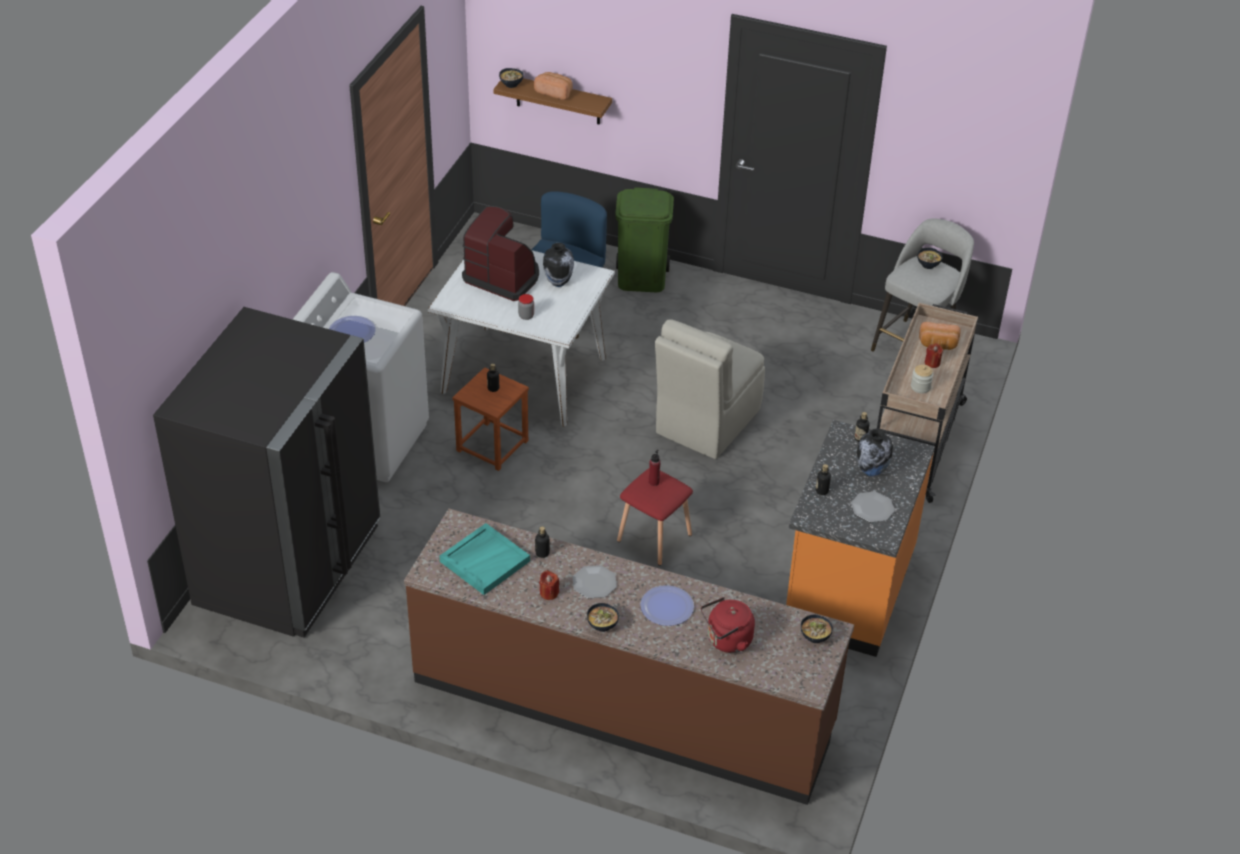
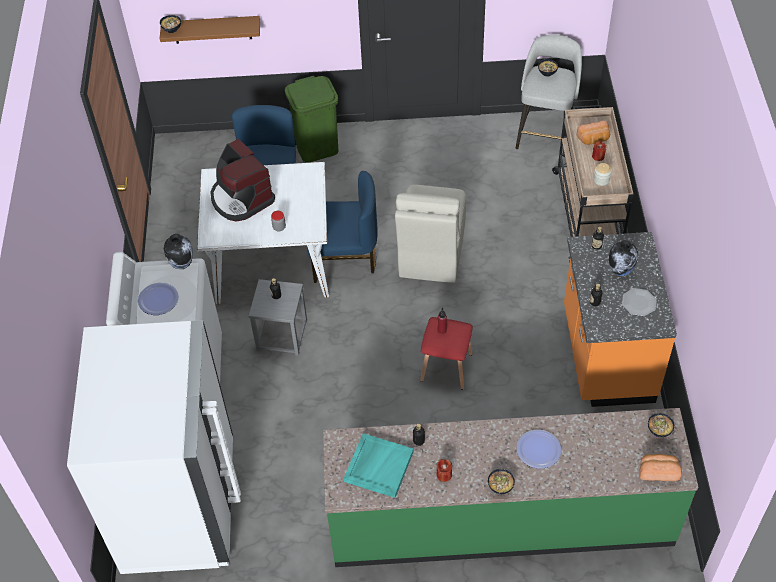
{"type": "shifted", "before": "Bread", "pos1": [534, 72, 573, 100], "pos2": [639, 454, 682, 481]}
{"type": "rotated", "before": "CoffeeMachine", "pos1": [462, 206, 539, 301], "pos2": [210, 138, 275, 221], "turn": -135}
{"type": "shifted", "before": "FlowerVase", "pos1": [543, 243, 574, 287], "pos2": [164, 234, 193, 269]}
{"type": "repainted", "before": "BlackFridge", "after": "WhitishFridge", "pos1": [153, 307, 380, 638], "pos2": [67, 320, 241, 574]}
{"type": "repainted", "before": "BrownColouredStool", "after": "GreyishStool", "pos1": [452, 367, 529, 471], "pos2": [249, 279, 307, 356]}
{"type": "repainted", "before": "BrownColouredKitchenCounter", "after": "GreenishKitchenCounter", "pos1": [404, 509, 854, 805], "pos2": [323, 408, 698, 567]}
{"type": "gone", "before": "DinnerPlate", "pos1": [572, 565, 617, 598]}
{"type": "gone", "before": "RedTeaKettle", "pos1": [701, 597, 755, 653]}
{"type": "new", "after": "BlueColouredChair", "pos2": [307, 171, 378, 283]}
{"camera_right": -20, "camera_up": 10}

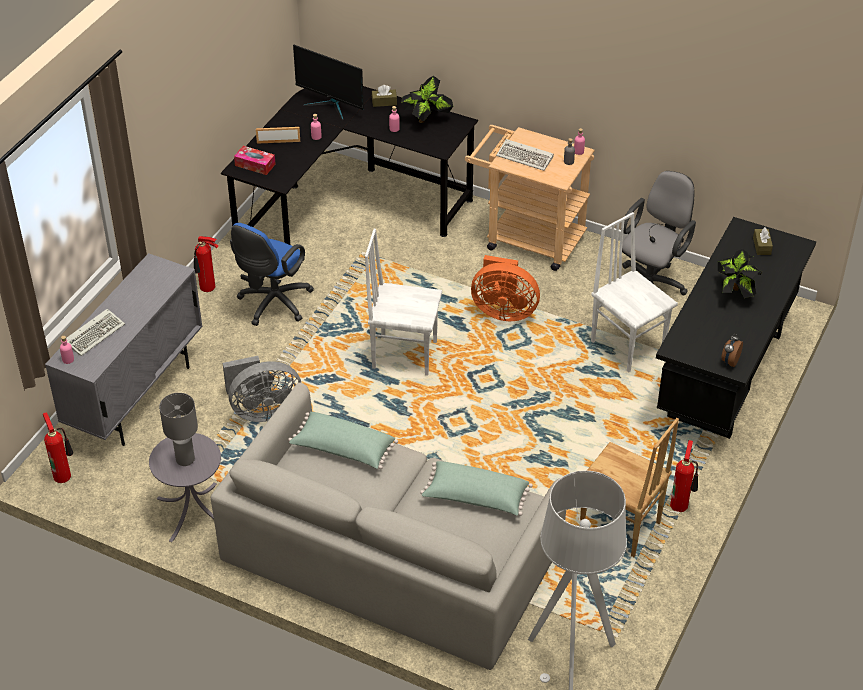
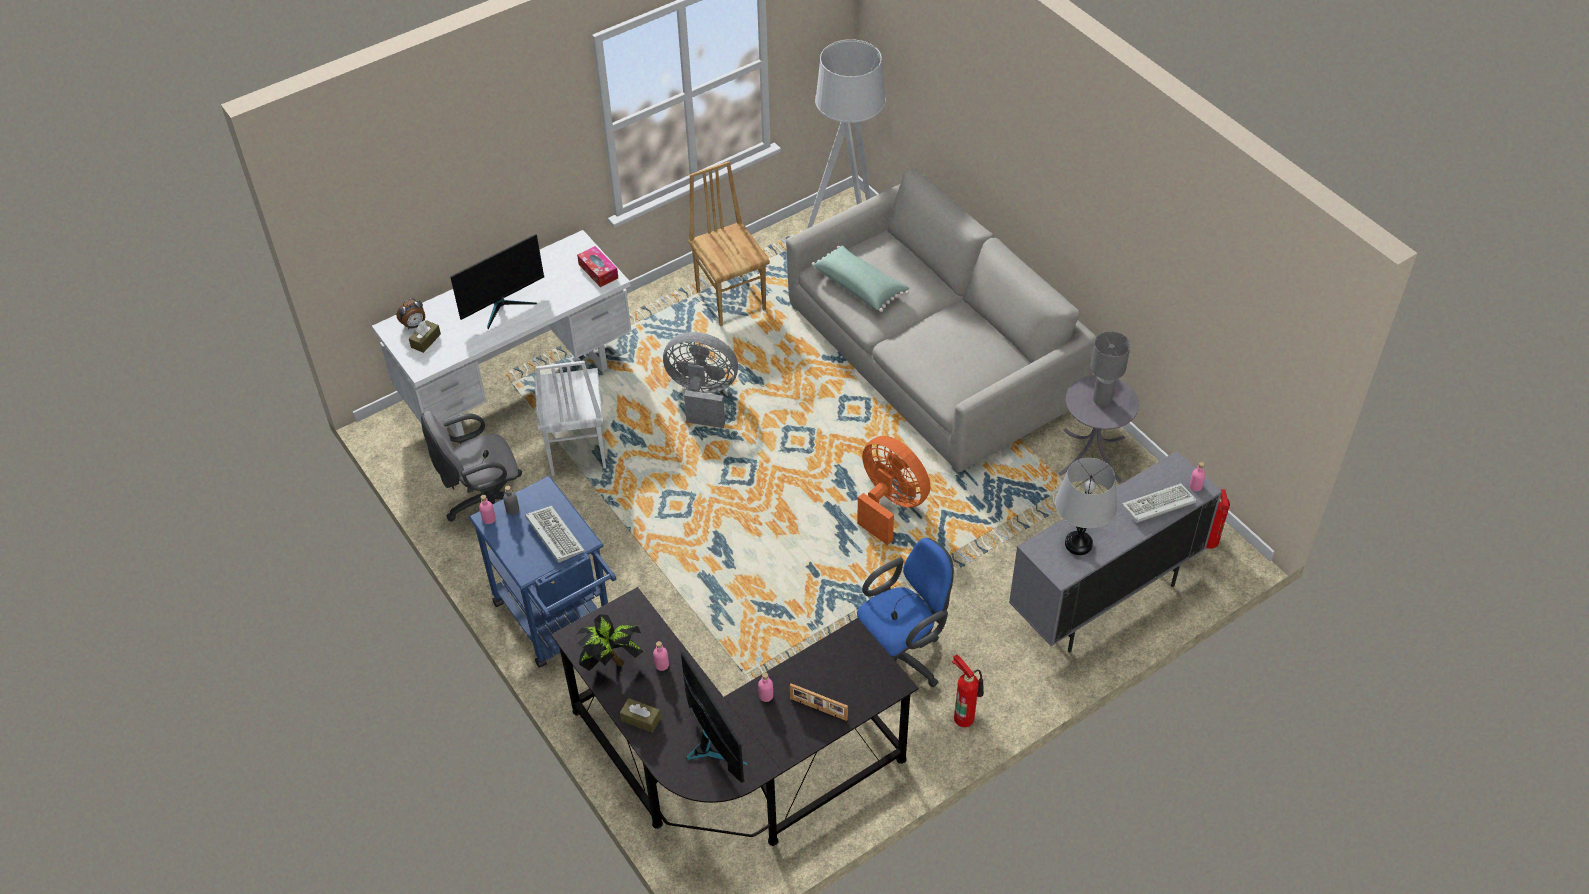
{"type": "repainted", "before": "BeigeColouredWheeledCart", "after": "BlueColouredWheeledCart", "pos1": [465, 125, 595, 271], "pos2": [469, 476, 616, 668]}
{"type": "shifted", "before": "TissueHolder", "pos1": [234, 146, 276, 175], "pos2": [577, 246, 618, 287]}
{"type": "repainted", "before": "BlackDeskTable", "after": "WhitishDeskTable", "pos1": [656, 217, 816, 439], "pos2": [372, 230, 632, 437]}
{"type": "gone", "before": "WhitishChair", "pos1": [365, 229, 442, 376]}
{"type": "swapped", "before": "PottedPlant", "after": "ComputerDisplay", "pos1": [718, 249, 762, 298], "pos2": [450, 234, 544, 329]}
{"type": "shifted", "before": "OrangeColouredCoolingFan", "pos1": [471, 255, 540, 321], "pos2": [857, 436, 930, 545]}
{"type": "shifted", "before": "TableClock", "pos1": [721, 333, 743, 367], "pos2": [396, 299, 425, 329]}
{"type": "shifted", "before": "GreyishCoolingFan", "pos1": [223, 356, 301, 422], "pos2": [663, 332, 738, 428]}
{"type": "gone", "before": "GreenishThrowPillow", "pos1": [288, 412, 398, 469]}
{"type": "gone", "before": "FireFightingCylinder", "pos1": [670, 440, 698, 512]}
{"type": "new", "after": "GreyishLampForATable", "pos2": [1055, 458, 1117, 555]}
{"camera_right": -150, "camera_up": 5}

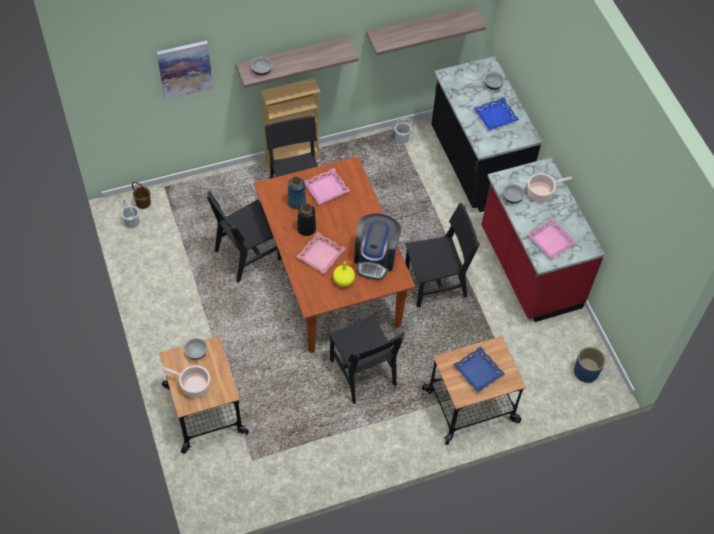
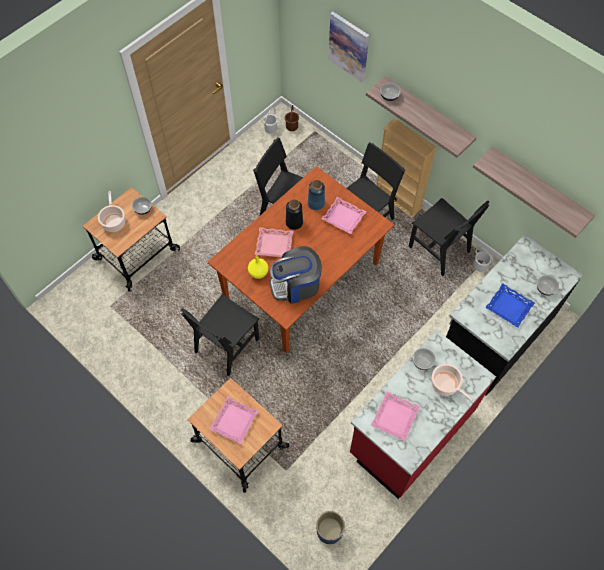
{"type": "shifted", "before": "BlackChair", "pos1": [405, 203, 480, 308], "pos2": [409, 198, 489, 276]}
{"type": "repainted", "before": "BlueColouredCarryingTray", "after": "PinkCarryingTray", "pos1": [453, 346, 505, 393], "pos2": [209, 396, 258, 445]}
{"camera_right": 65, "camera_up": 5}

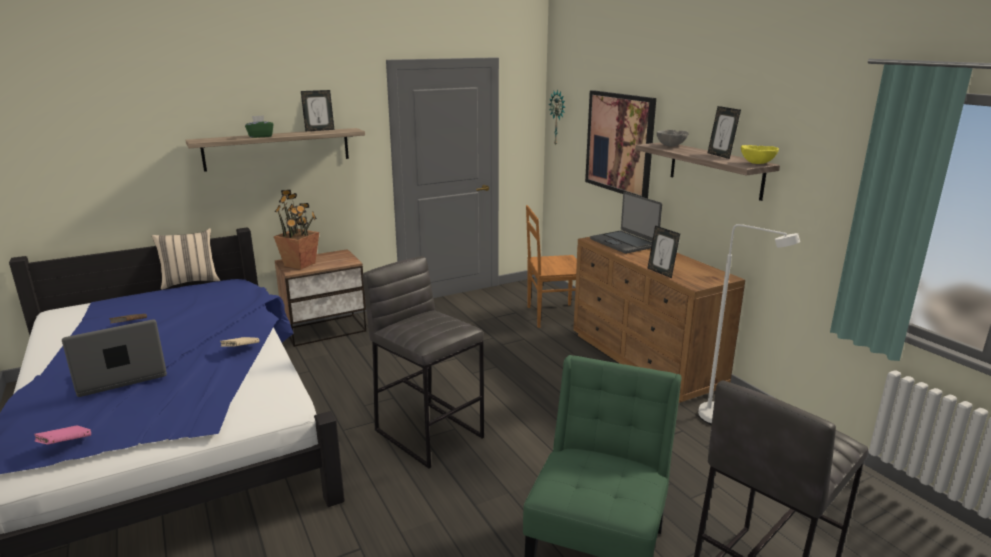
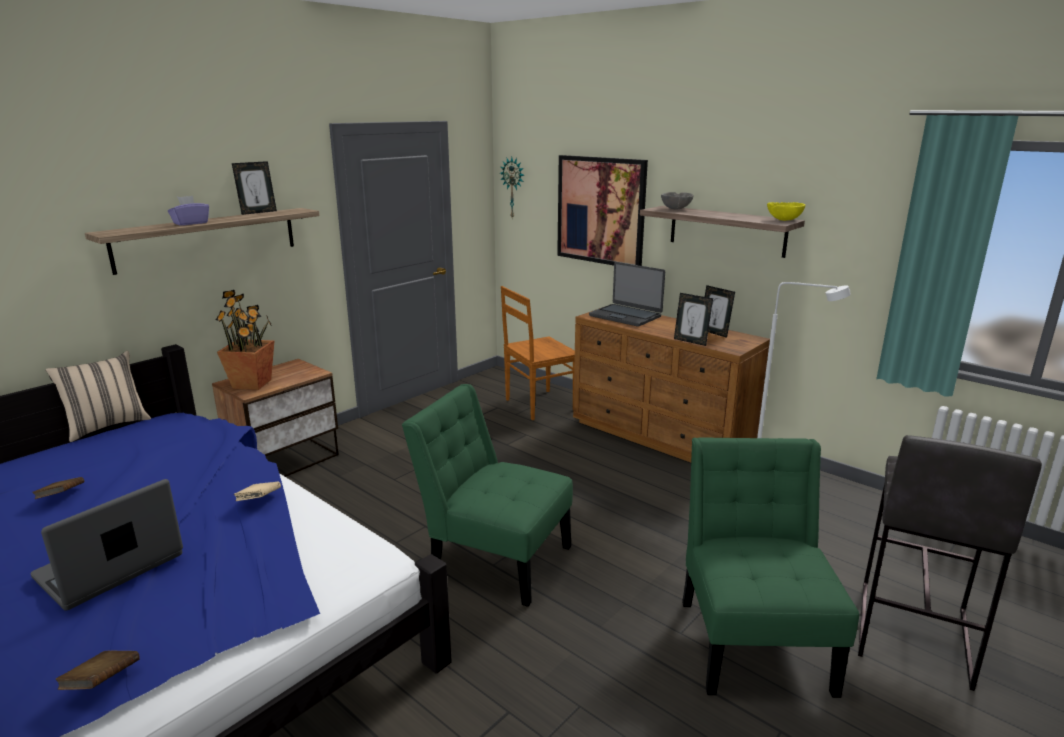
{"type": "shifted", "before": "PictureFrame", "pos1": [708, 106, 741, 159], "pos2": [705, 285, 735, 338]}
{"type": "repainted", "before": "GreenishTissueHolder", "after": "PurplishTissueHolder", "pos1": [245, 115, 273, 138], "pos2": [168, 196, 209, 226]}
{"type": "swapped", "before": "GreyishStool", "after": "GreenishChair", "pos1": [363, 256, 484, 469], "pos2": [402, 384, 573, 607]}
{"type": "repainted", "before": "PinkBoundBook", "after": "BrownColouredBoundBook", "pos1": [34, 426, 91, 444], "pos2": [55, 651, 140, 690]}
{"camera_right": -20, "camera_up": 0}

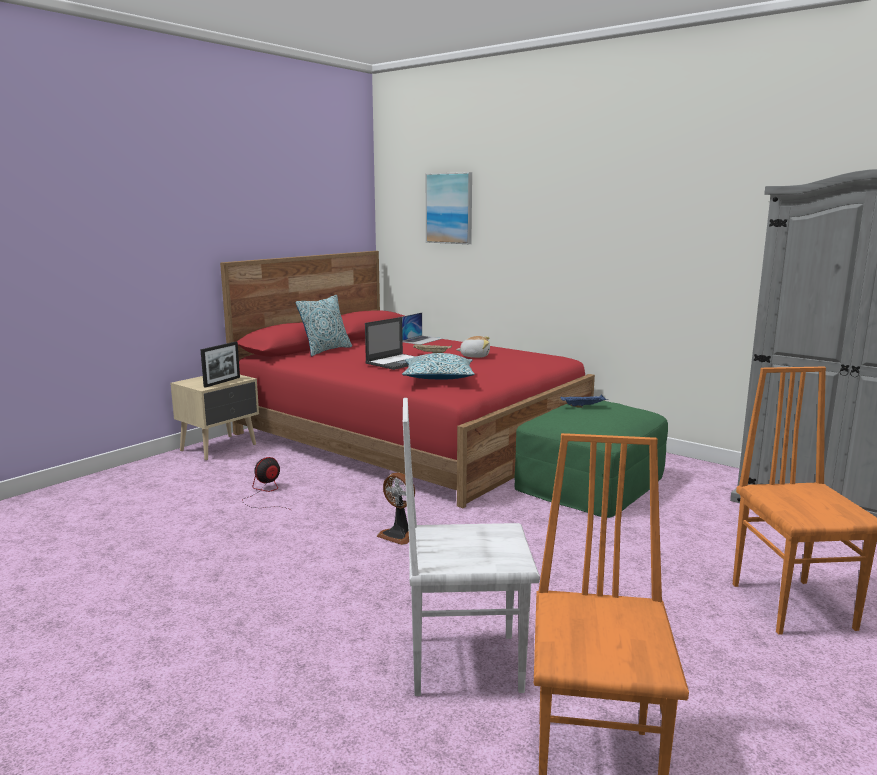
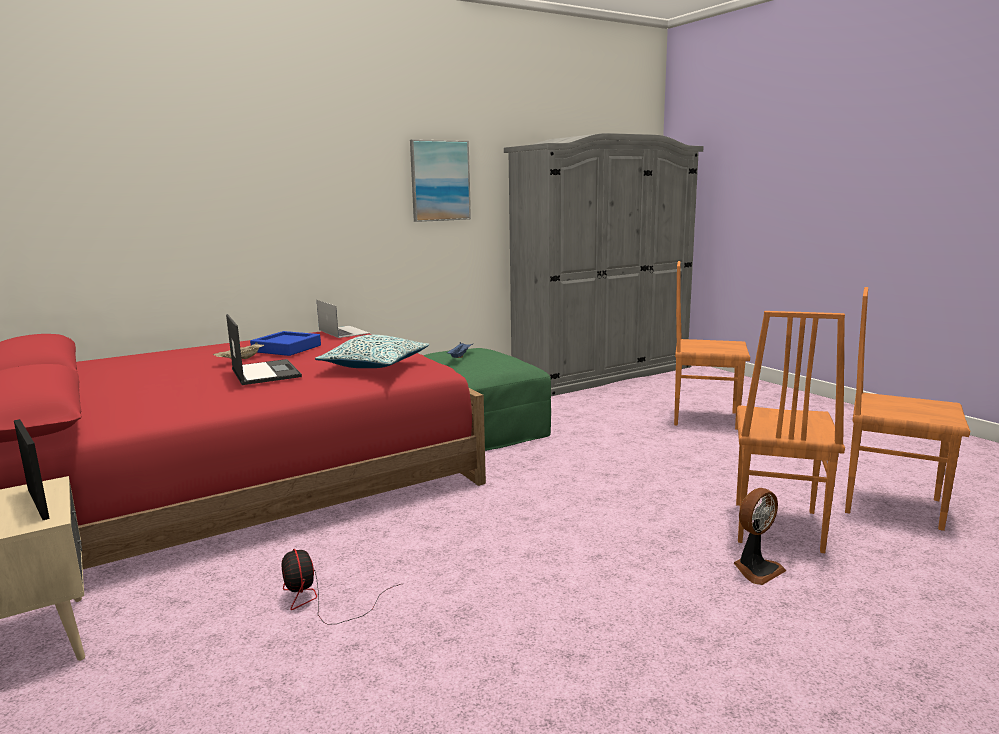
{"type": "shifted", "before": "WallPicture", "pos1": [426, 172, 472, 244], "pos2": [410, 139, 471, 222]}
{"type": "gone", "before": "ThrowPillow", "pos1": [296, 295, 352, 356]}
{"type": "shifted", "before": "NotebookComputer", "pos1": [402, 312, 443, 345], "pos2": [317, 300, 370, 338]}
{"type": "swapped", "before": "SoftToy", "after": "BlueColouredCarryingTray", "pos1": [456, 336, 490, 358], "pos2": [250, 331, 321, 356]}
{"type": "repainted", "before": "WhitishChair", "after": "OrangeColouredChair", "pos1": [403, 398, 540, 696], "pos2": [736, 311, 845, 553]}
{"type": "shifted", "before": "CoolingFan", "pos1": [377, 473, 415, 545], "pos2": [734, 488, 787, 585]}
{"camera_right": -70, "camera_up": 0}

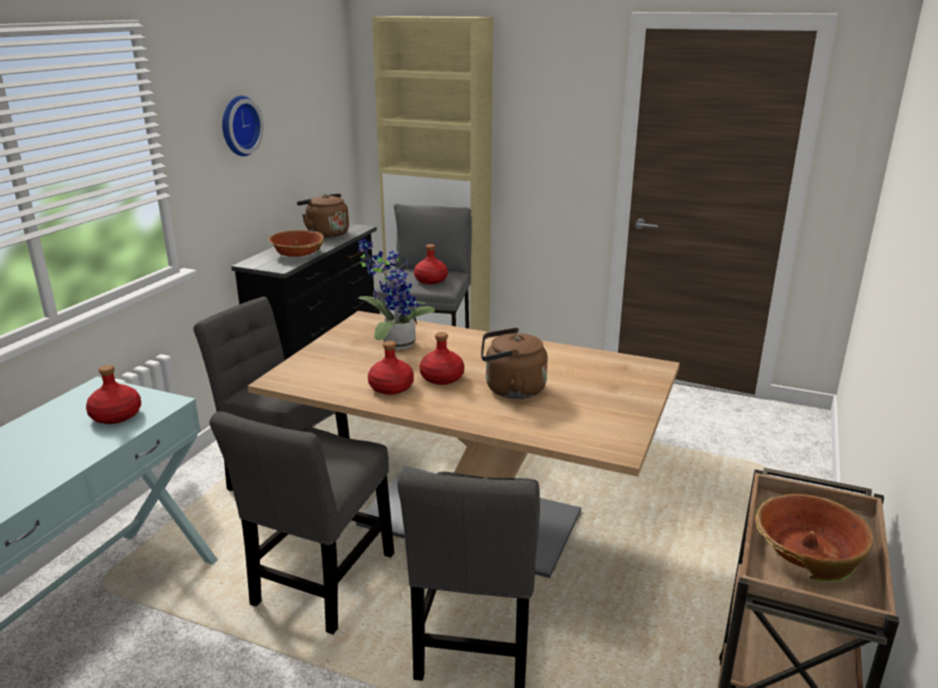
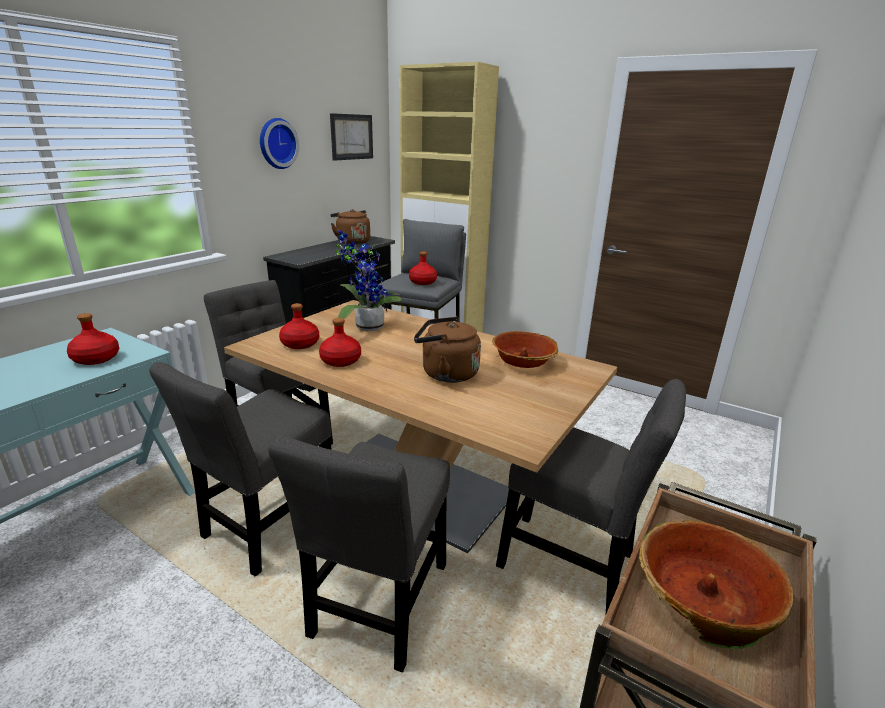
{"type": "shifted", "before": "ServingBowl", "pos1": [268, 230, 324, 257], "pos2": [492, 331, 558, 368]}
{"type": "shifted", "before": "RedBeverageBottle", "pos1": [420, 332, 464, 385], "pos2": [279, 303, 319, 349]}
{"type": "new", "after": "WallPicture", "pos2": [330, 113, 373, 161]}
{"type": "new", "after": "GreyishChair", "pos2": [496, 379, 686, 613]}
{"camera_right": 10, "camera_up": 0}

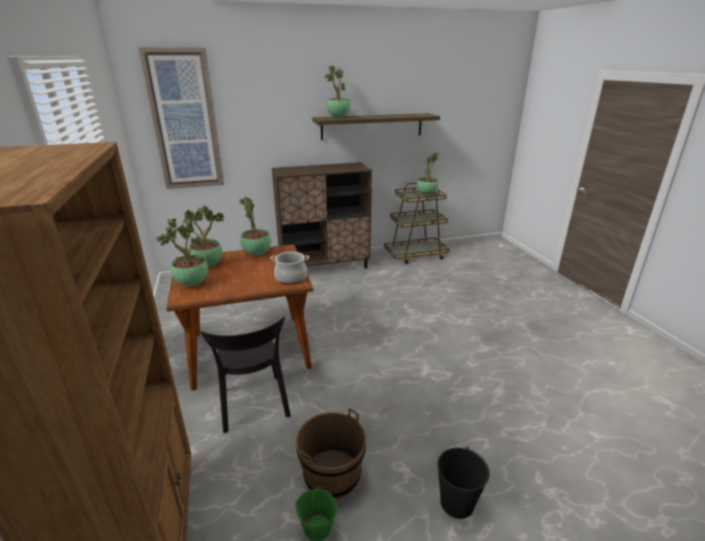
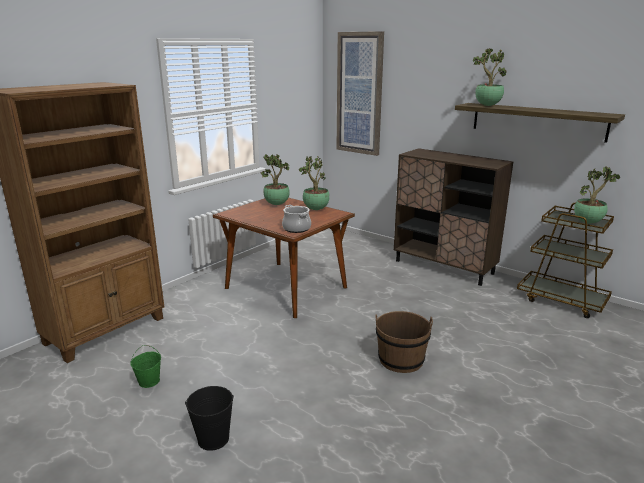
{"type": "gone", "before": "PottedPlant", "pos1": [156, 217, 208, 286]}
{"type": "gone", "before": "BlackChair", "pos1": [201, 316, 291, 433]}
{"type": "shifted", "before": "BrownColouredWaterBucket", "pos1": [296, 408, 366, 499], "pos2": [375, 311, 433, 373]}
{"camera_right": 55, "camera_up": -5}

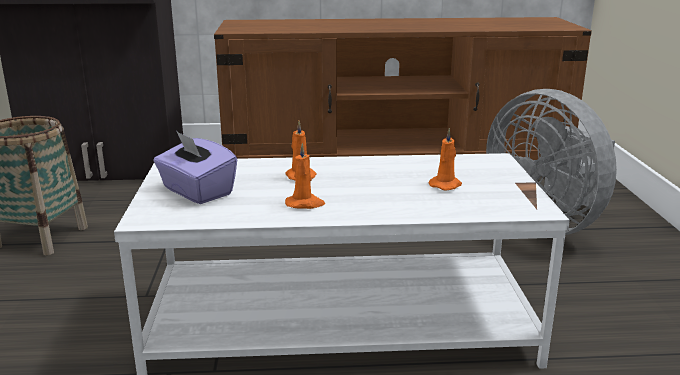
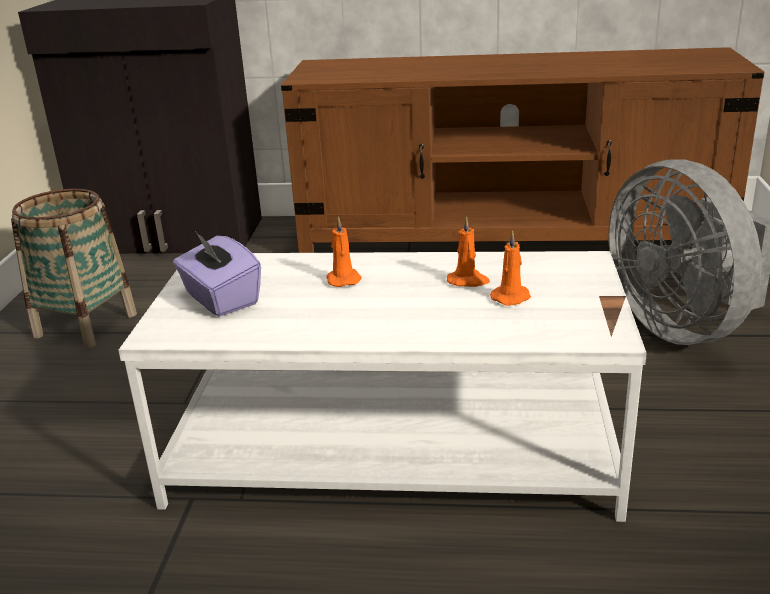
{"type": "shifted", "before": "OrangeColouredWaxCandle", "pos1": [285, 143, 325, 209], "pos2": [447, 216, 490, 287]}
{"camera_right": 10, "camera_up": 5}

